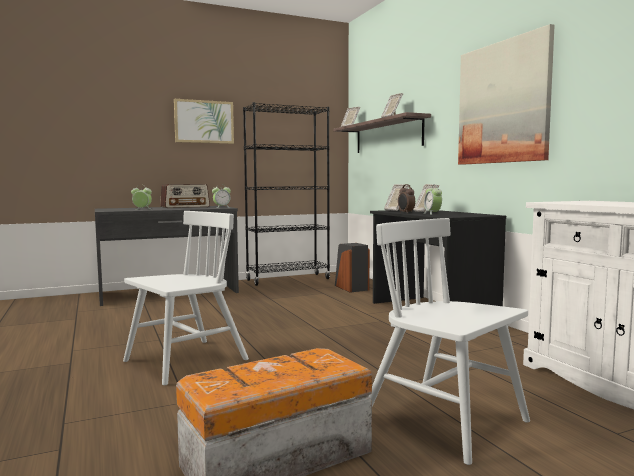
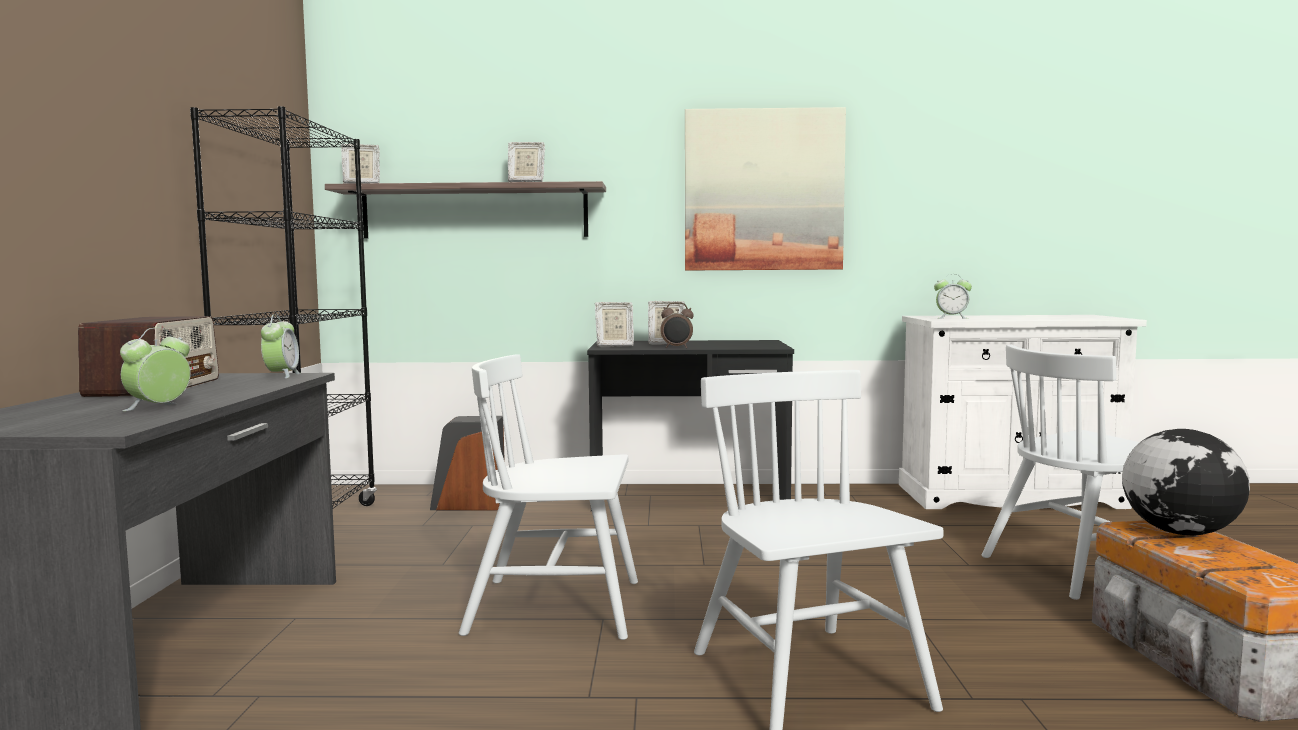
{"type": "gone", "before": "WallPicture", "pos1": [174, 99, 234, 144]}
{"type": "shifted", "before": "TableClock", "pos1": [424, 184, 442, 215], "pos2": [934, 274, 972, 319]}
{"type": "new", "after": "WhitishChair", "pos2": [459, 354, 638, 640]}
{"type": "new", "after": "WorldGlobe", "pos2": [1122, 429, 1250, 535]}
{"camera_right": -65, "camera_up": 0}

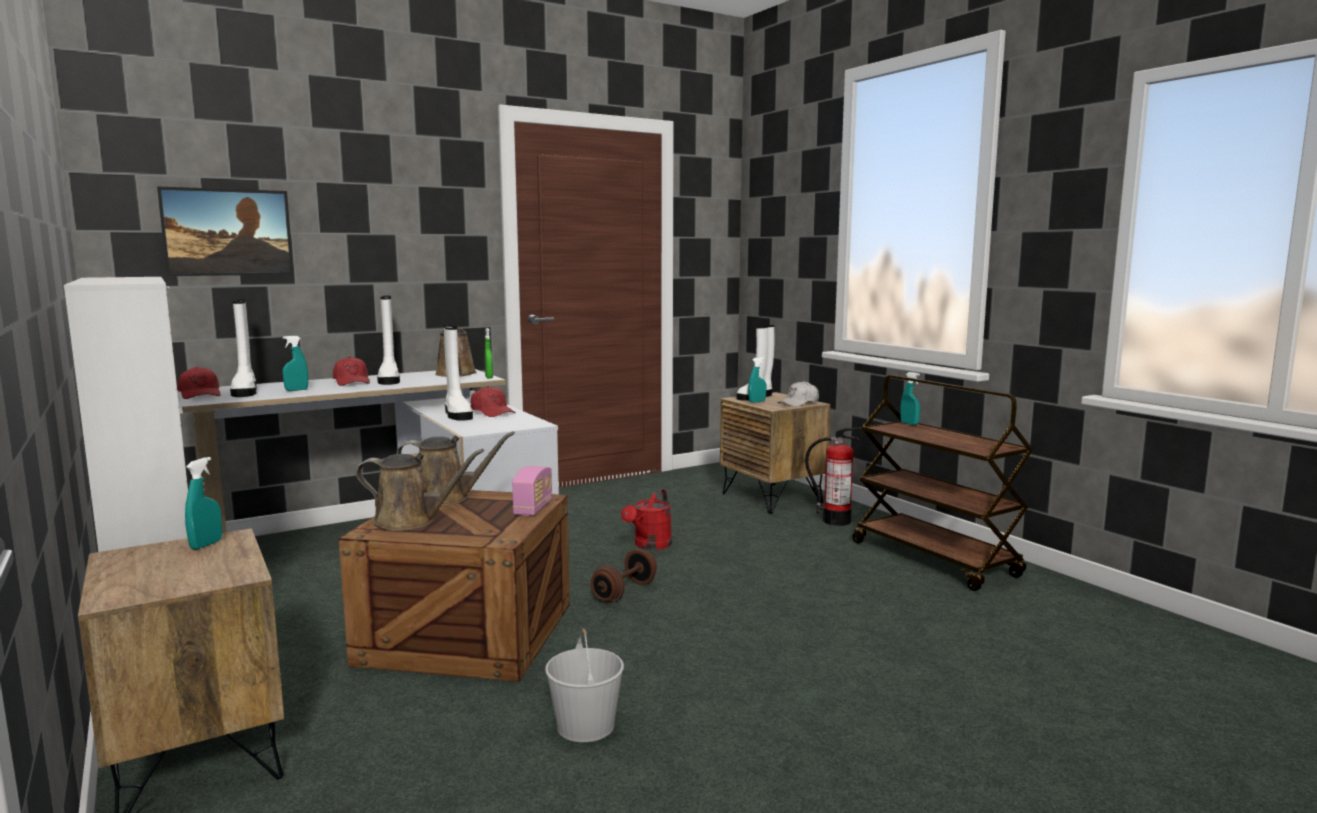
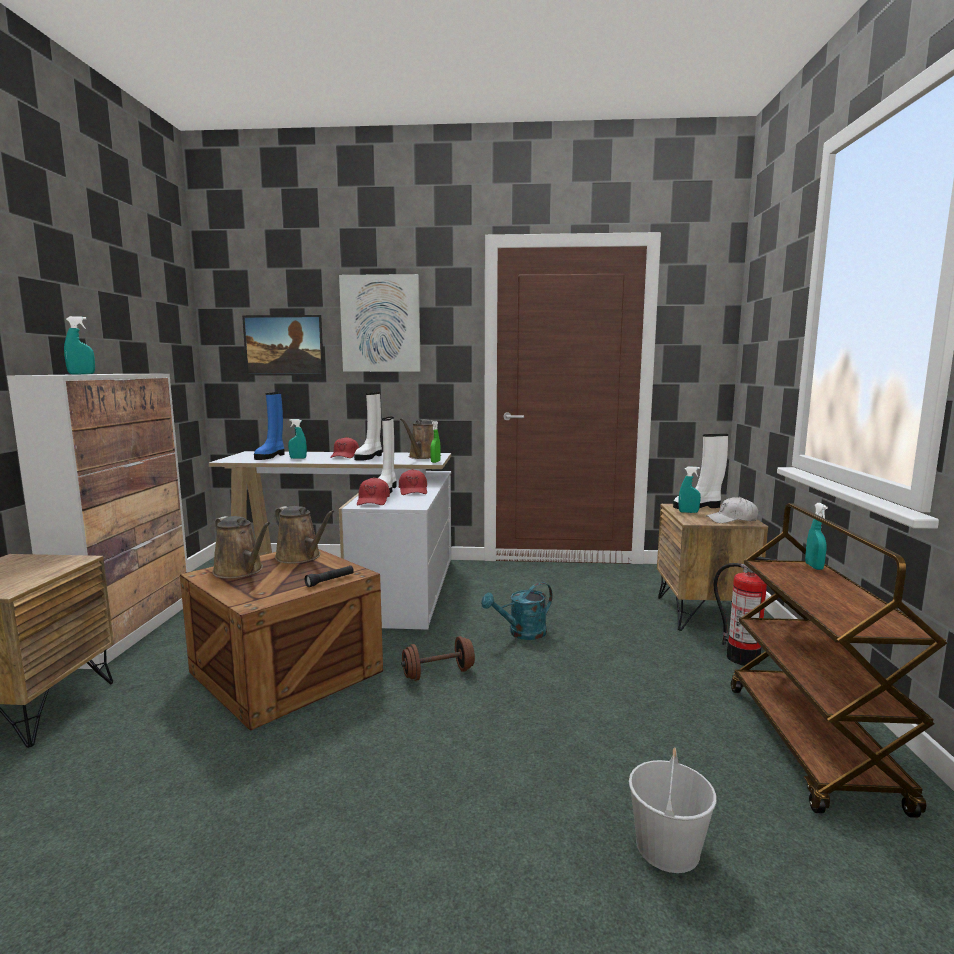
{"type": "repainted", "before": "WhitishHighTopBoot", "after": "BlueColouredHighTopBoot", "pos1": [230, 300, 256, 397], "pos2": [254, 392, 284, 460]}
{"type": "shifted", "before": "RedPeakedCap", "pos1": [178, 367, 221, 399], "pos2": [357, 477, 390, 505]}
{"type": "shifted", "before": "BlueGreenSprayer", "pos1": [185, 457, 222, 550], "pos2": [64, 316, 95, 374]}
{"type": "swapped", "before": "RadioSet", "after": "BlackFlashlight", "pos1": [512, 466, 553, 516], "pos2": [305, 566, 354, 587]}
{"type": "repainted", "before": "RedSprinklingCan", "after": "BlueGreenSprinklingCan", "pos1": [621, 489, 672, 550], "pos2": [481, 582, 553, 640]}
{"type": "shifted", "before": "WhitishWaterBucket", "pos1": [545, 628, 624, 742], "pos2": [629, 747, 717, 873]}
{"type": "new", "after": "WallPicture", "pos2": [339, 274, 421, 372]}
{"camera_right": 35, "camera_up": 0}

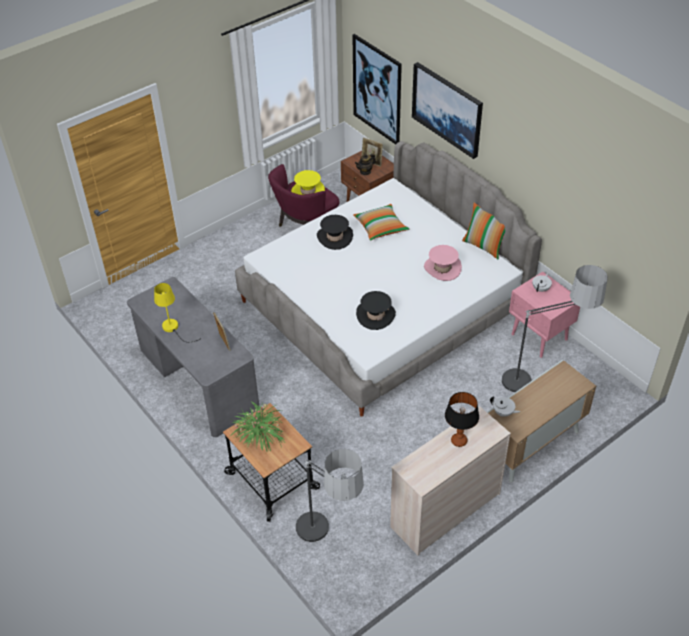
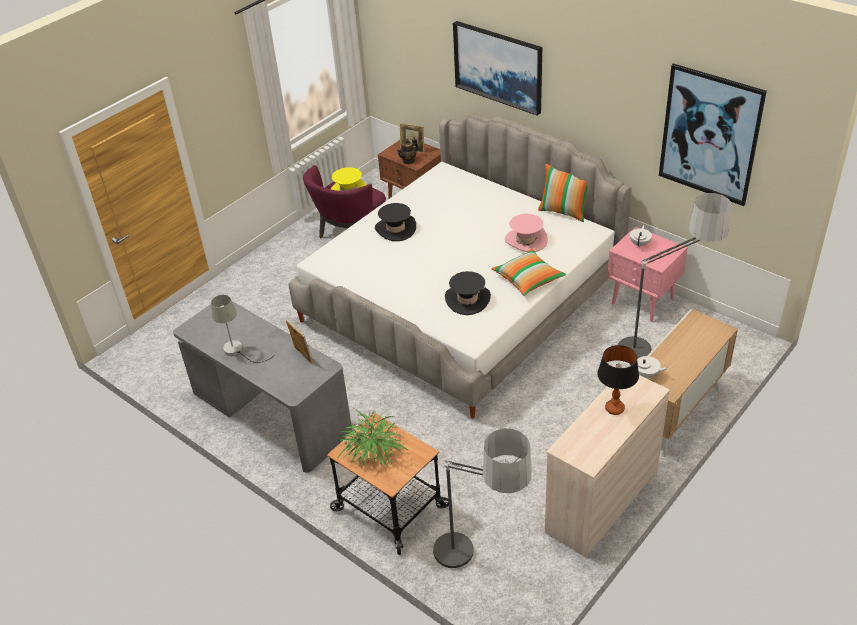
{"type": "shifted", "before": "WallPicture", "pos1": [352, 34, 402, 145], "pos2": [659, 63, 767, 206]}
{"type": "shifted", "before": "ThrowPillow", "pos1": [353, 204, 410, 241], "pos2": [491, 249, 567, 296]}
{"type": "repainted", "before": "YellowishLampForATable", "after": "GreyishLampForATable", "pos1": [154, 283, 201, 343], "pos2": [211, 295, 274, 363]}
{"camera_right": -10, "camera_up": -5}

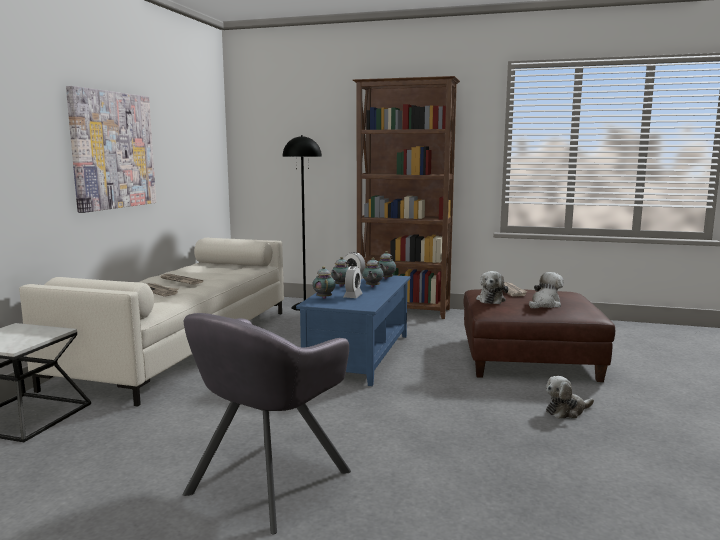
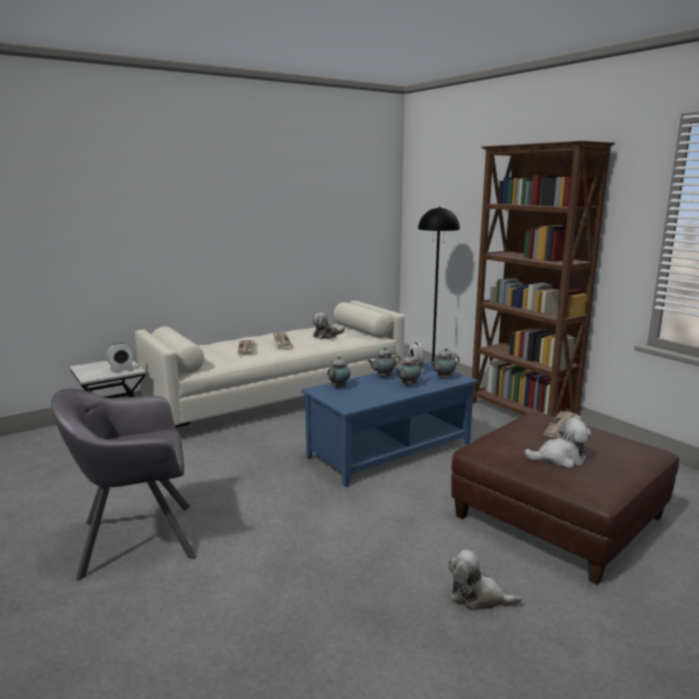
{"type": "gone", "before": "WallPicture", "pos1": [66, 86, 156, 213]}
{"type": "shifted", "before": "TableClock", "pos1": [344, 266, 363, 298], "pos2": [106, 343, 134, 373]}
{"type": "shifted", "before": "SoftToy", "pos1": [476, 271, 508, 304], "pos2": [312, 313, 345, 339]}
{"camera_right": 40, "camera_up": 5}

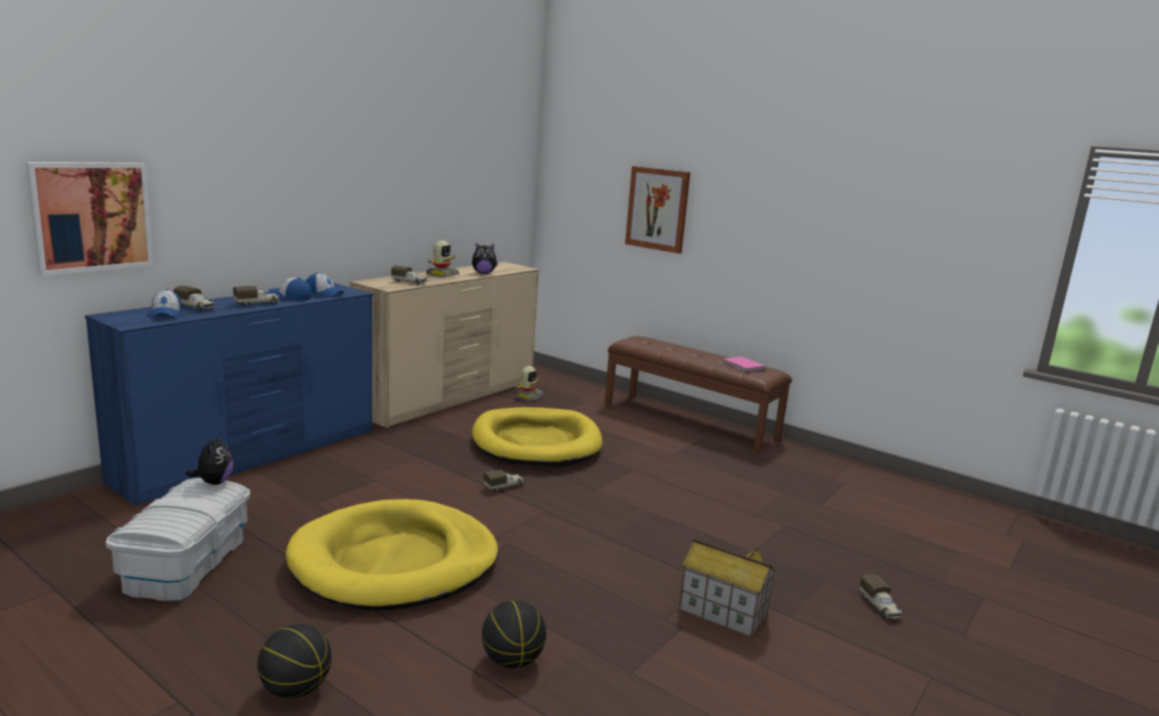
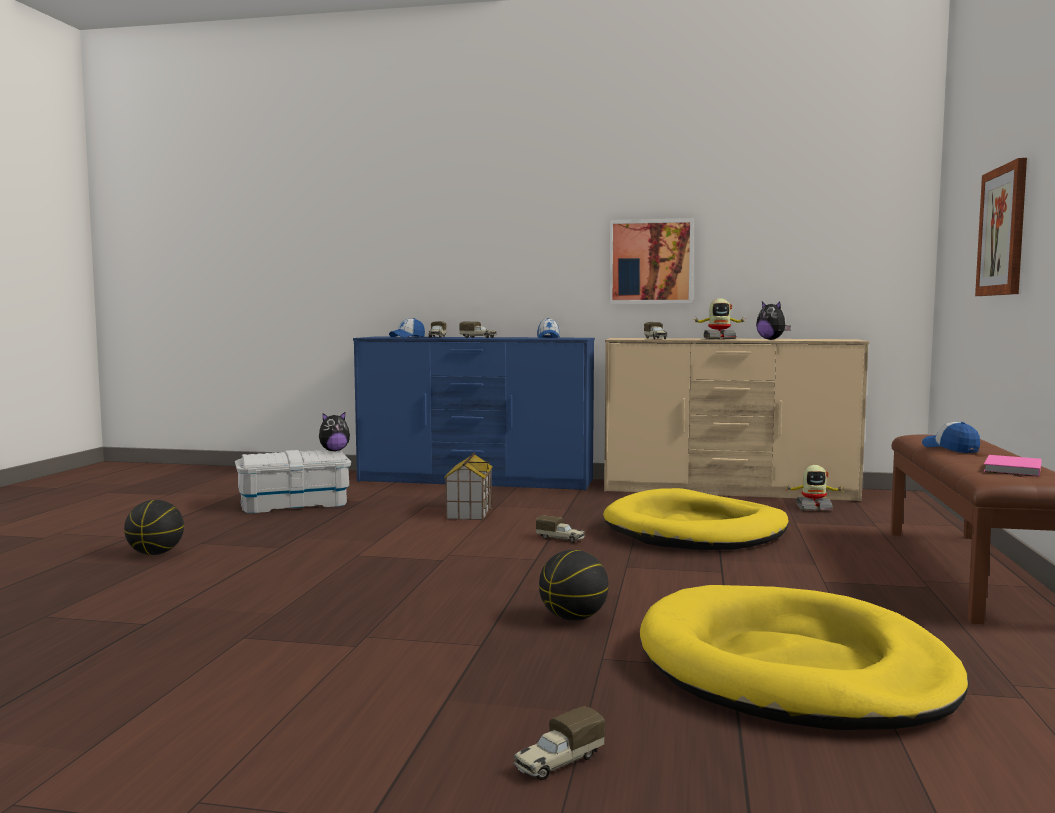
{"type": "shifted", "before": "WallPicture", "pos1": [25, 162, 154, 276], "pos2": [609, 218, 694, 304]}
{"type": "shifted", "before": "PeakedCap", "pos1": [268, 278, 311, 300], "pos2": [922, 422, 980, 453]}
{"type": "shifted", "before": "YellowishDogBed", "pos1": [286, 499, 498, 610], "pos2": [640, 585, 969, 730]}
{"type": "shifted", "before": "ToyHouse", "pos1": [678, 539, 776, 638], "pos2": [444, 452, 493, 520]}
{"type": "shifted", "before": "BasketballBall", "pos1": [482, 600, 546, 668], "pos2": [539, 550, 609, 621]}
{"camera_right": 65, "camera_up": -10}

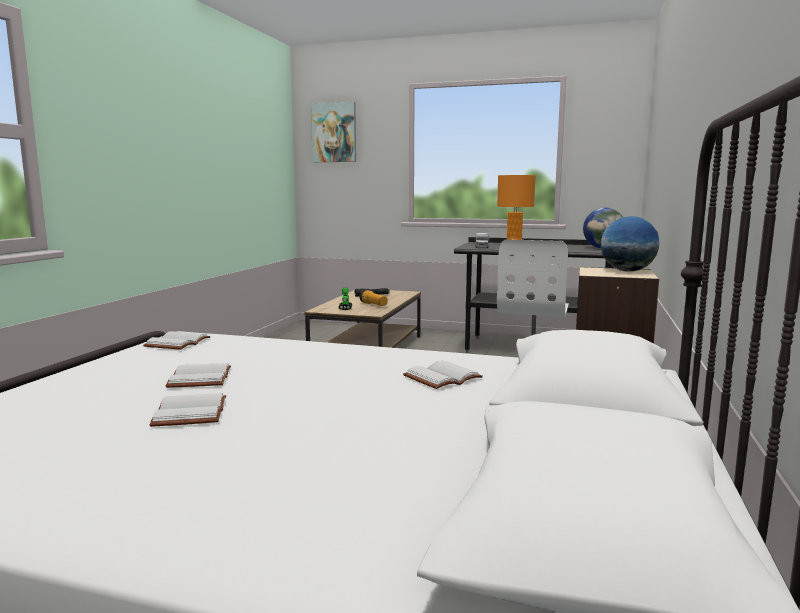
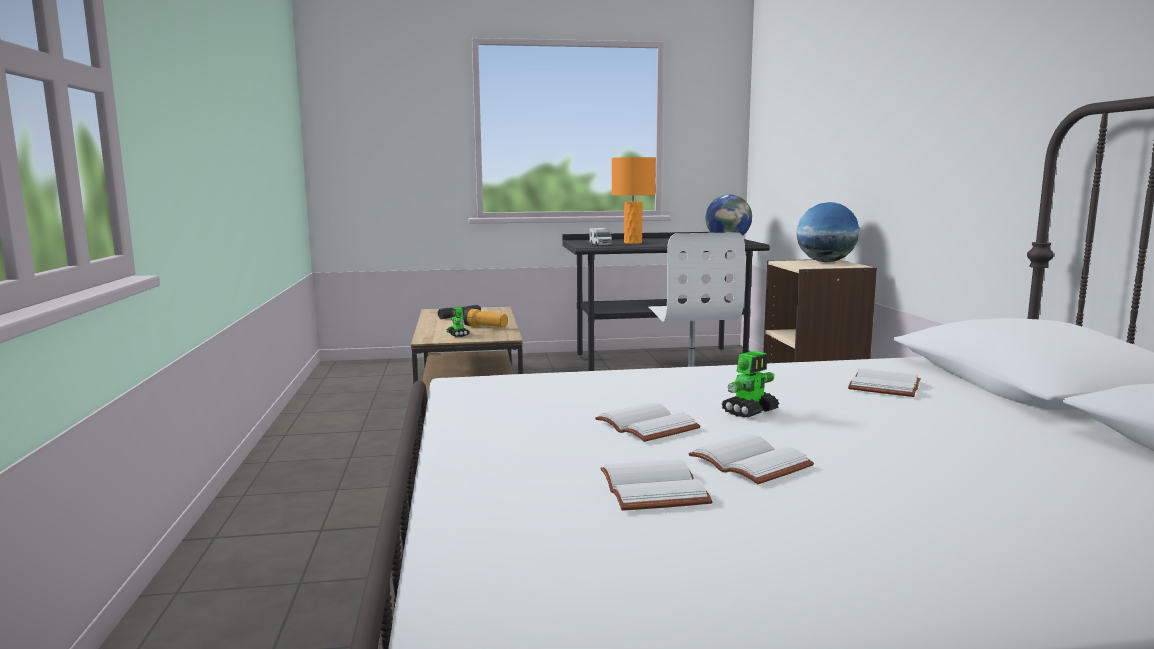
{"type": "gone", "before": "WallPicture", "pos1": [311, 102, 356, 162]}
{"type": "shifted", "before": "WhitishBoundBook", "pos1": [143, 331, 210, 350], "pos2": [600, 459, 713, 511]}
{"type": "new", "after": "ModelRobot", "pos2": [722, 351, 780, 417]}
{"camera_right": -25, "camera_up": 0}

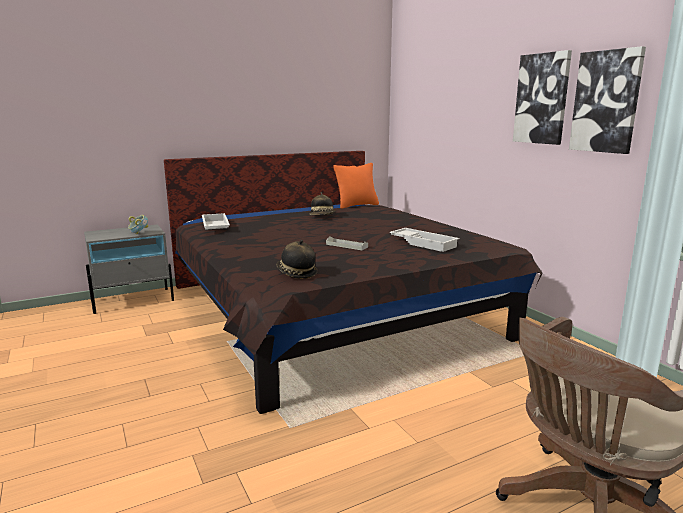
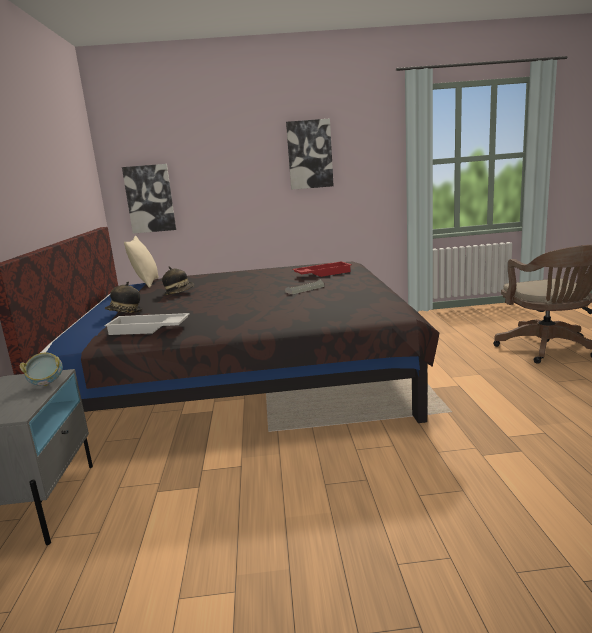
{"type": "shifted", "before": "WallPicture", "pos1": [569, 46, 646, 154], "pos2": [122, 164, 176, 234]}
{"type": "repainted", "before": "OrangeColouredThrowPillow", "after": "BeigeColouredThrowPillow", "pos1": [333, 163, 379, 209], "pos2": [124, 236, 159, 288]}
{"type": "repainted", "before": "WhitishCarryingTray", "after": "RedCarryingTray", "pos1": [389, 228, 459, 252], "pos2": [292, 261, 352, 277]}
{"type": "shifted", "before": "Hat", "pos1": [276, 240, 318, 279], "pos2": [105, 282, 142, 313]}
{"camera_right": -65, "camera_up": 0}

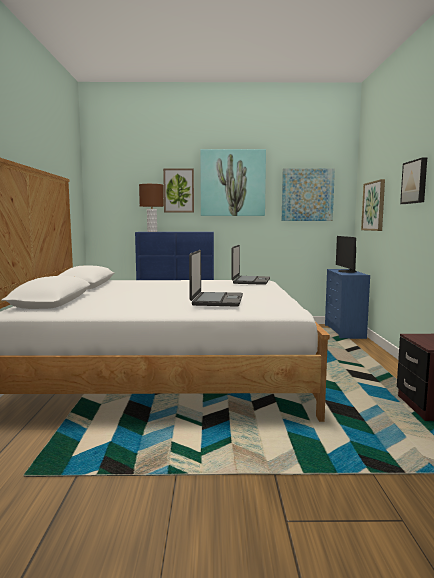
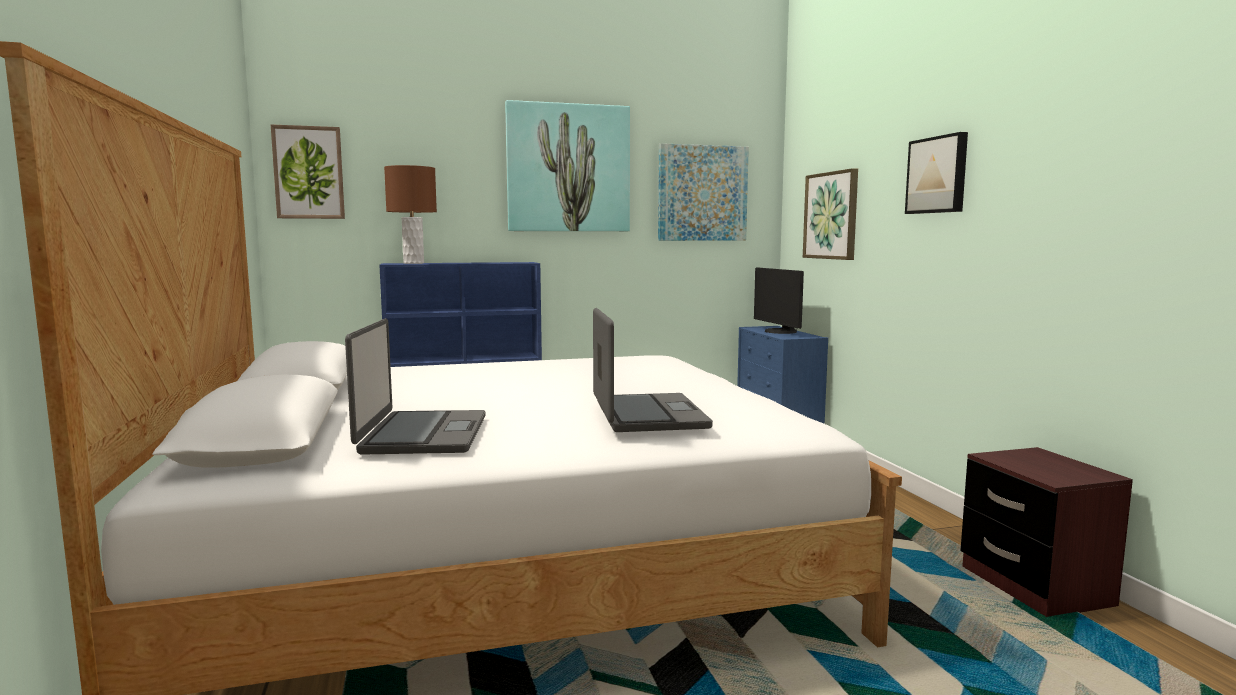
{"type": "shifted", "before": "WallPicture", "pos1": [163, 168, 194, 212], "pos2": [271, 124, 345, 219]}
{"type": "shifted", "before": "NotebookComputer", "pos1": [231, 245, 270, 285], "pos2": [345, 318, 486, 455]}
{"camera_right": -15, "camera_up": 0}

